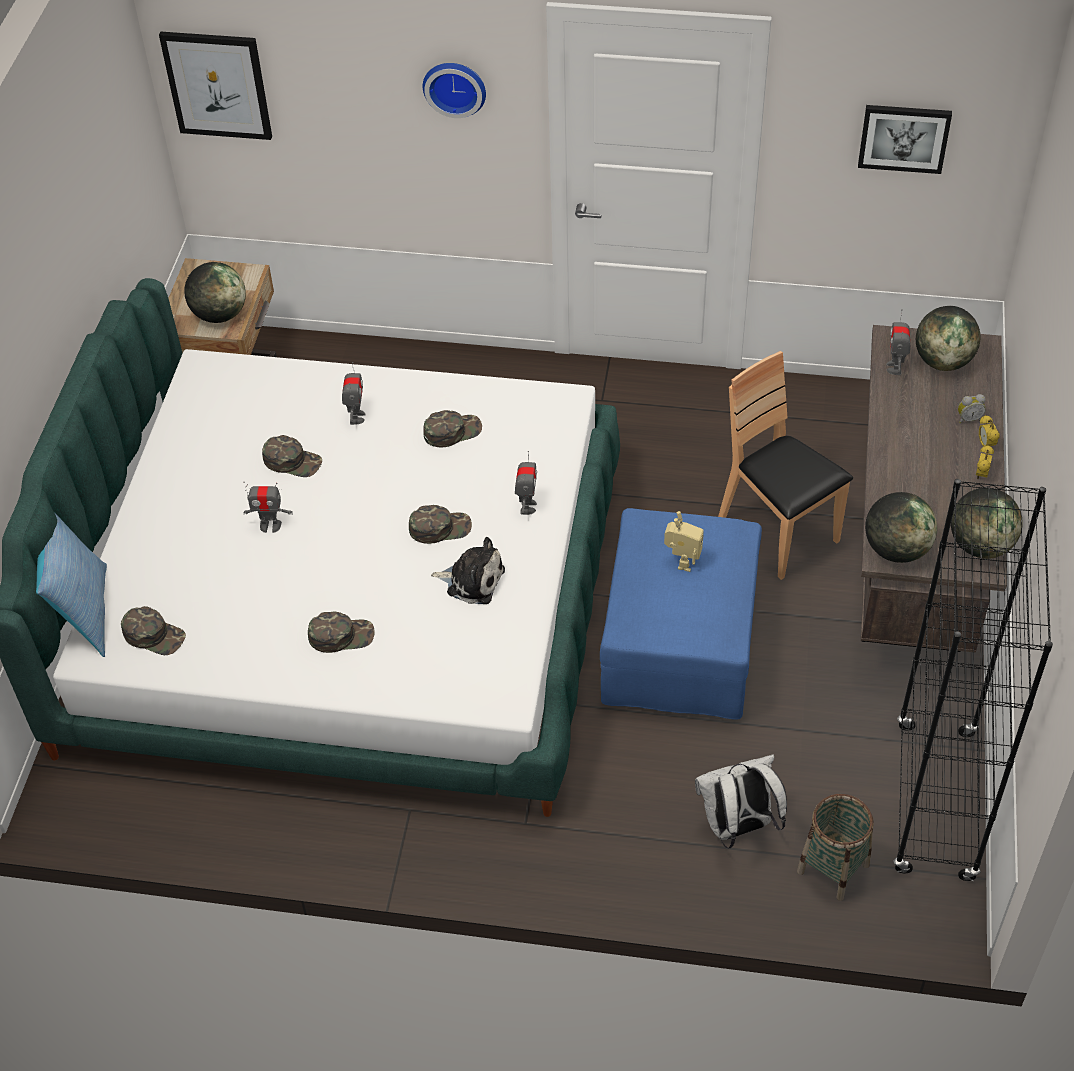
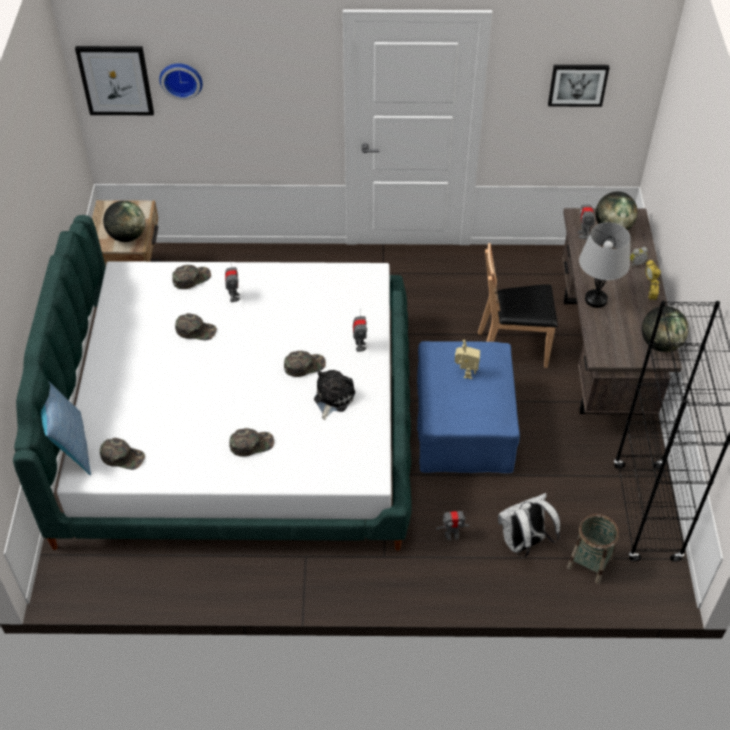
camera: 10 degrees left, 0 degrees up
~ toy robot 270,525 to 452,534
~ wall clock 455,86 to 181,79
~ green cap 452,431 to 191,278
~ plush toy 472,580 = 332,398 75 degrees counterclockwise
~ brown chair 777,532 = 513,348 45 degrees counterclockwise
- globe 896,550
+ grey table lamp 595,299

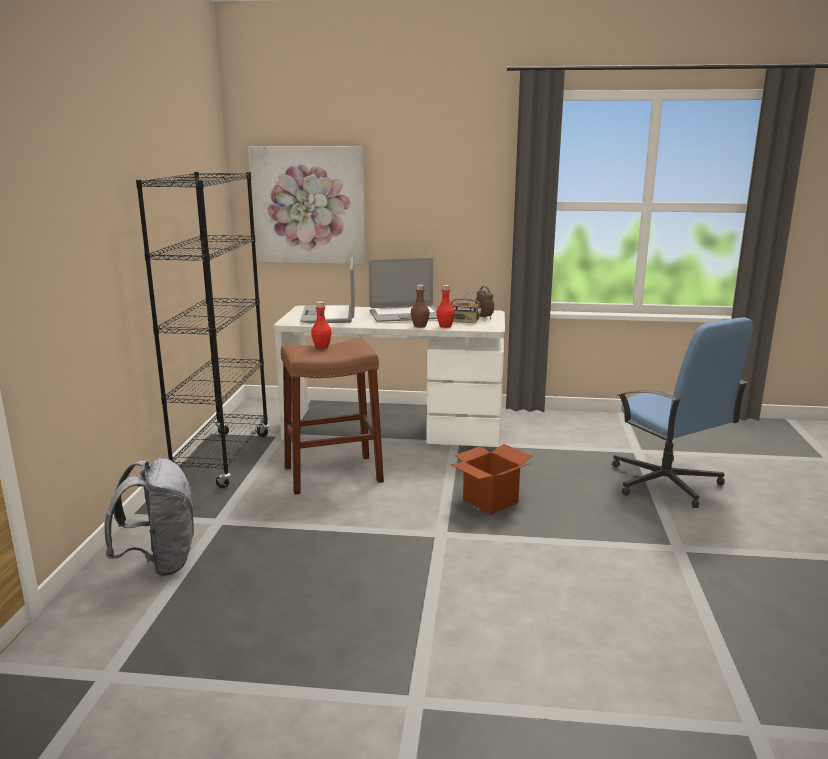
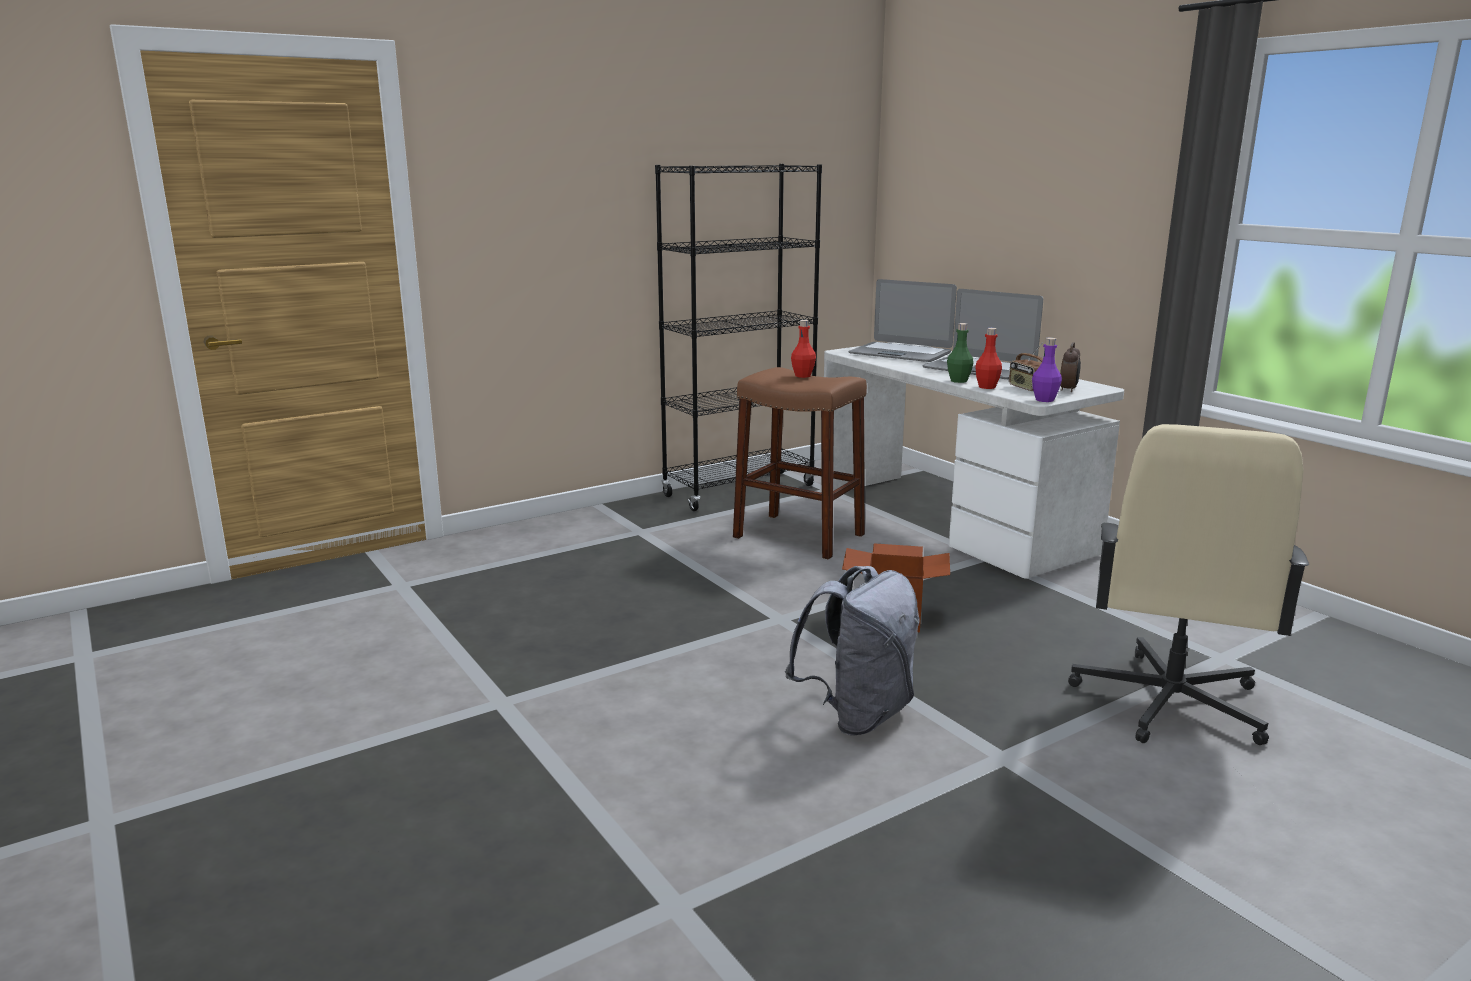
camera: 50 degrees right, 0 degrees up
~ grey backpack 160,563 to 857,715
- picture 308,205
~ laptop 329,315 = 900,354 105 degrees counterclockwise
~ brown bottle 420,326 to green bottle 958,381
~ blue office chair 665,483 to beige office chair 1168,703
+ purple bottle 1044,400

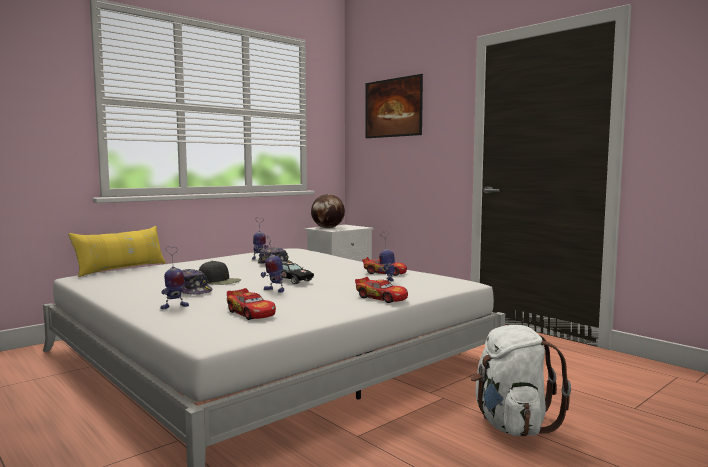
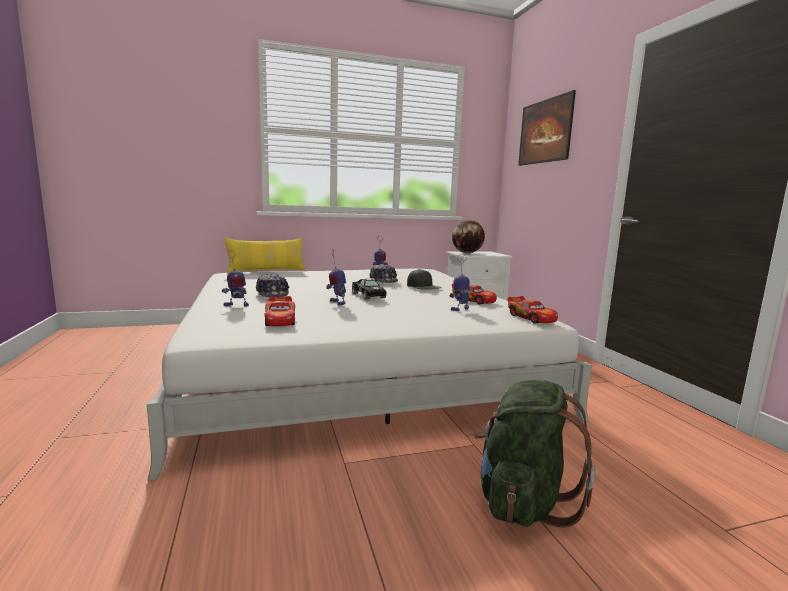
camera: 25 degrees right, 5 degrees up
~ black cap 219,281 to 423,286
~ toy car 381,298 to 531,318
~ white backpack 512,425 to green backpack 522,501

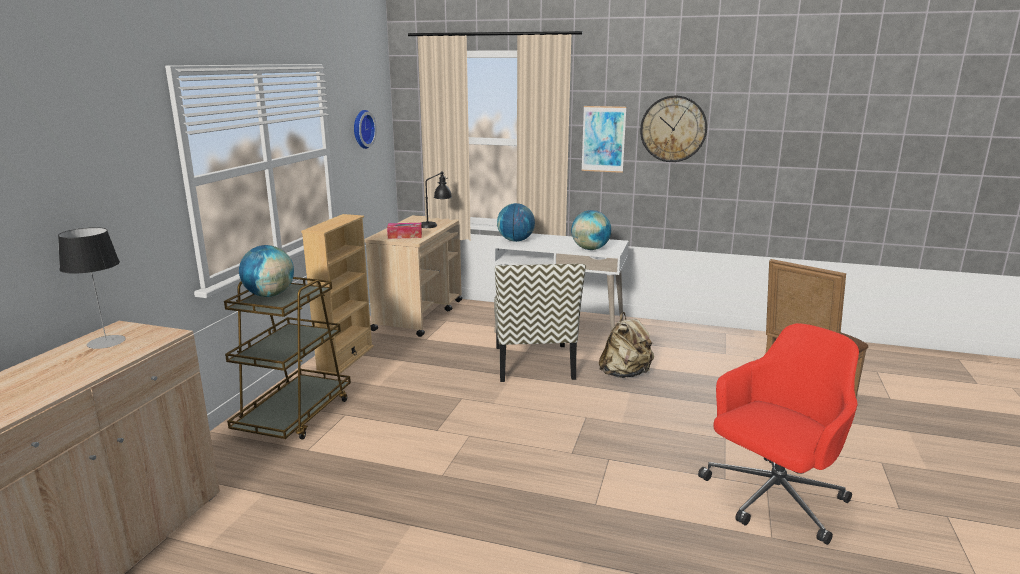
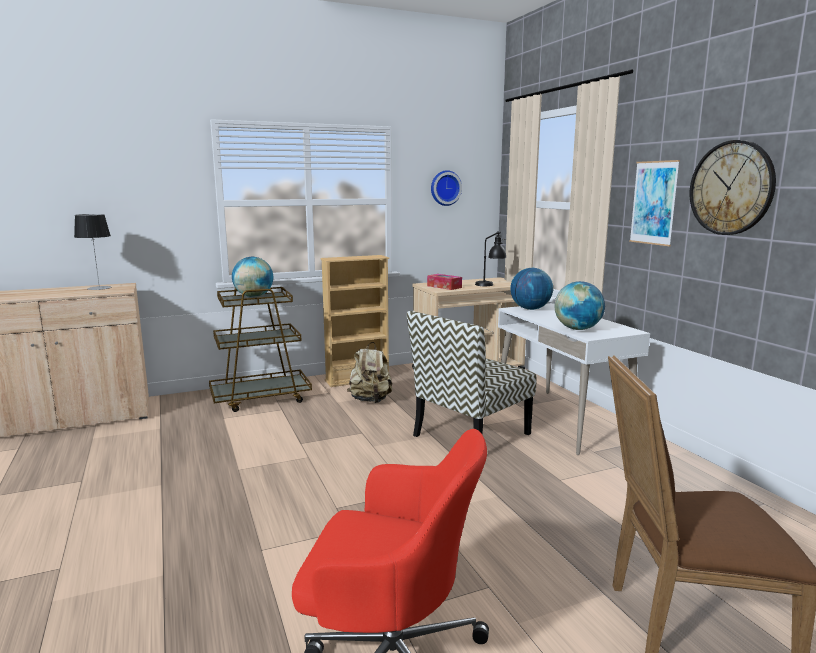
camera: 50 degrees right, 5 degrees down
~ beige backpack 625,374 to 370,400

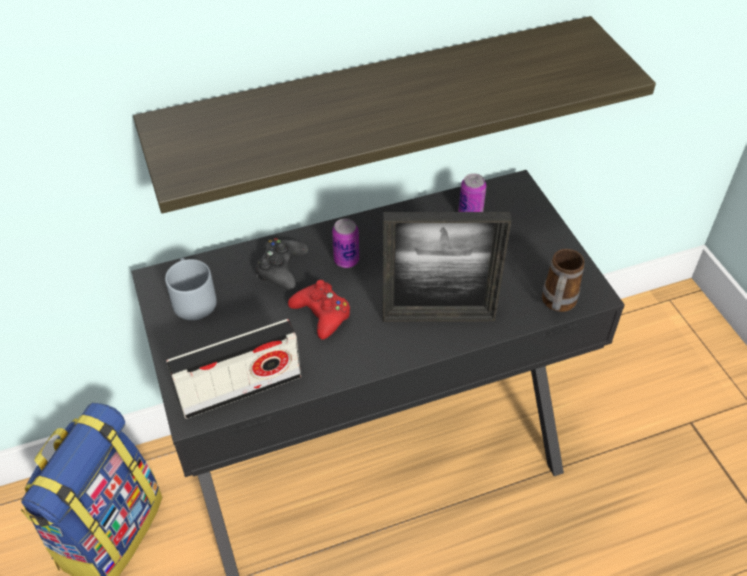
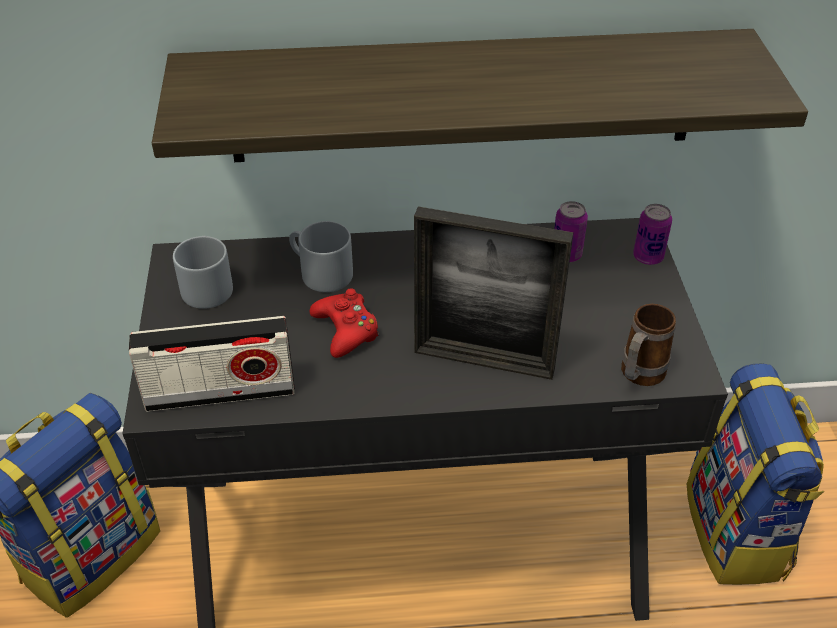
camera: 15 degrees right, 5 degrees down
~ black game controller 281,268 to grey mug 319,272
~ can 346,260 to 648,257
+ backpack 737,532

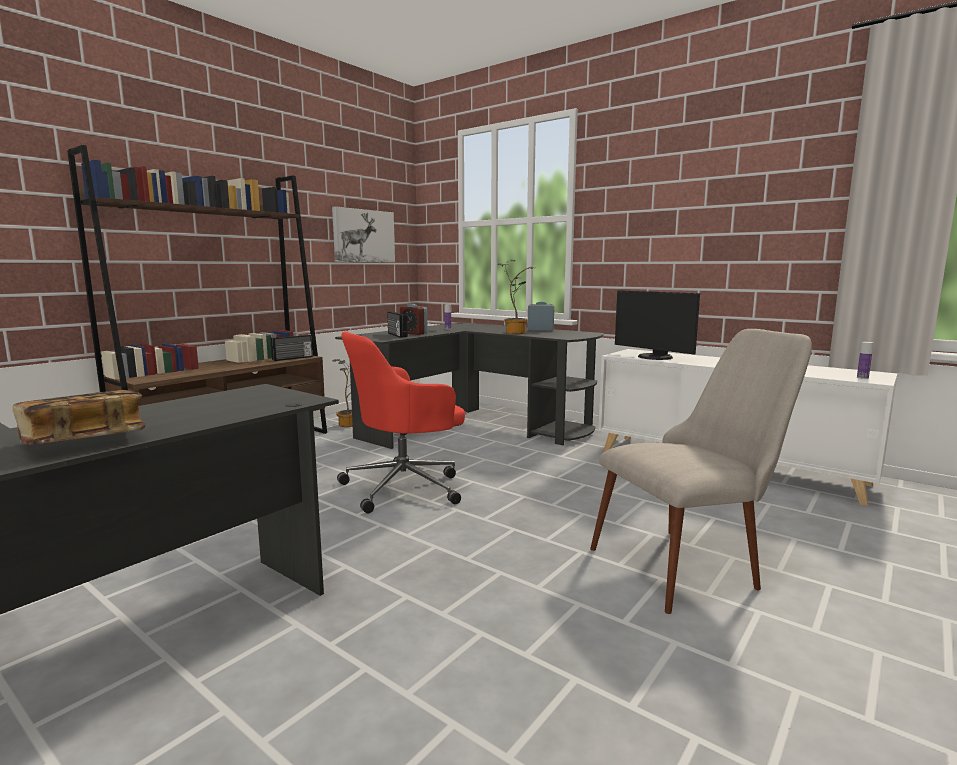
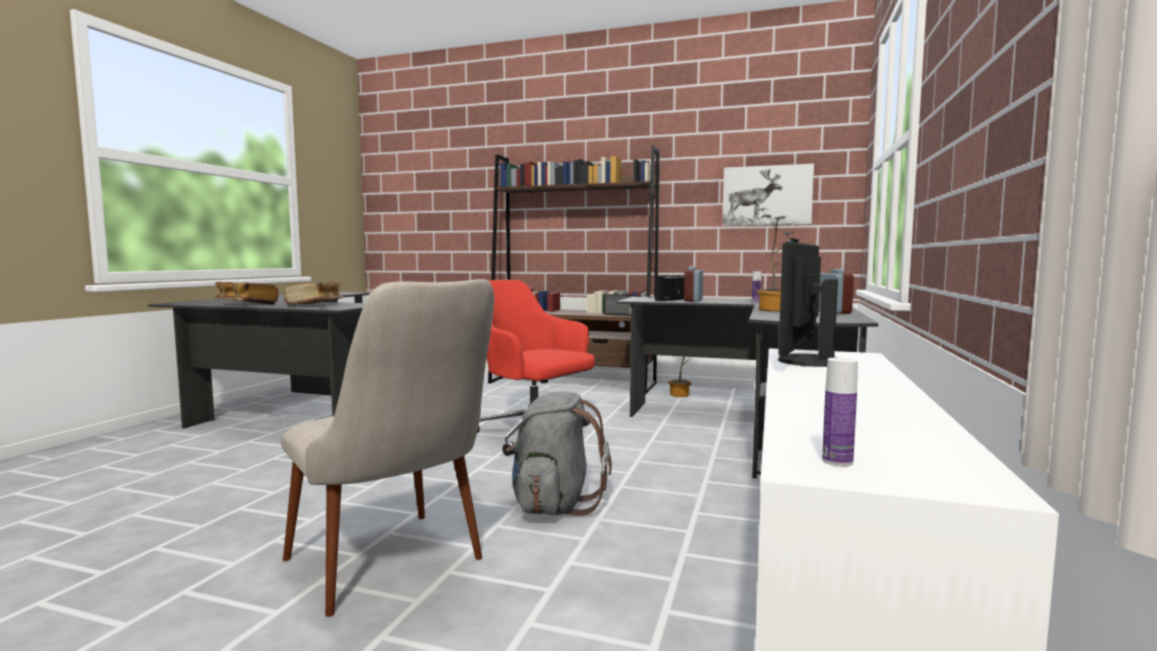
camera: 70 degrees right, 5 degrees down
+ book 315,305
+ grey backpack 554,505

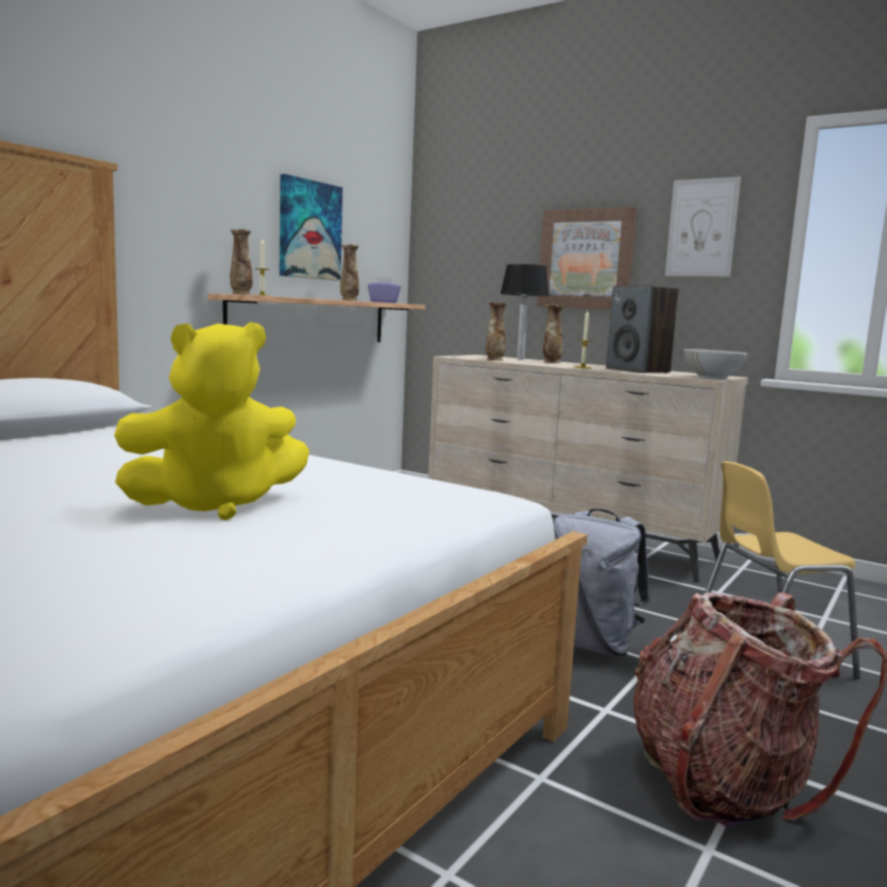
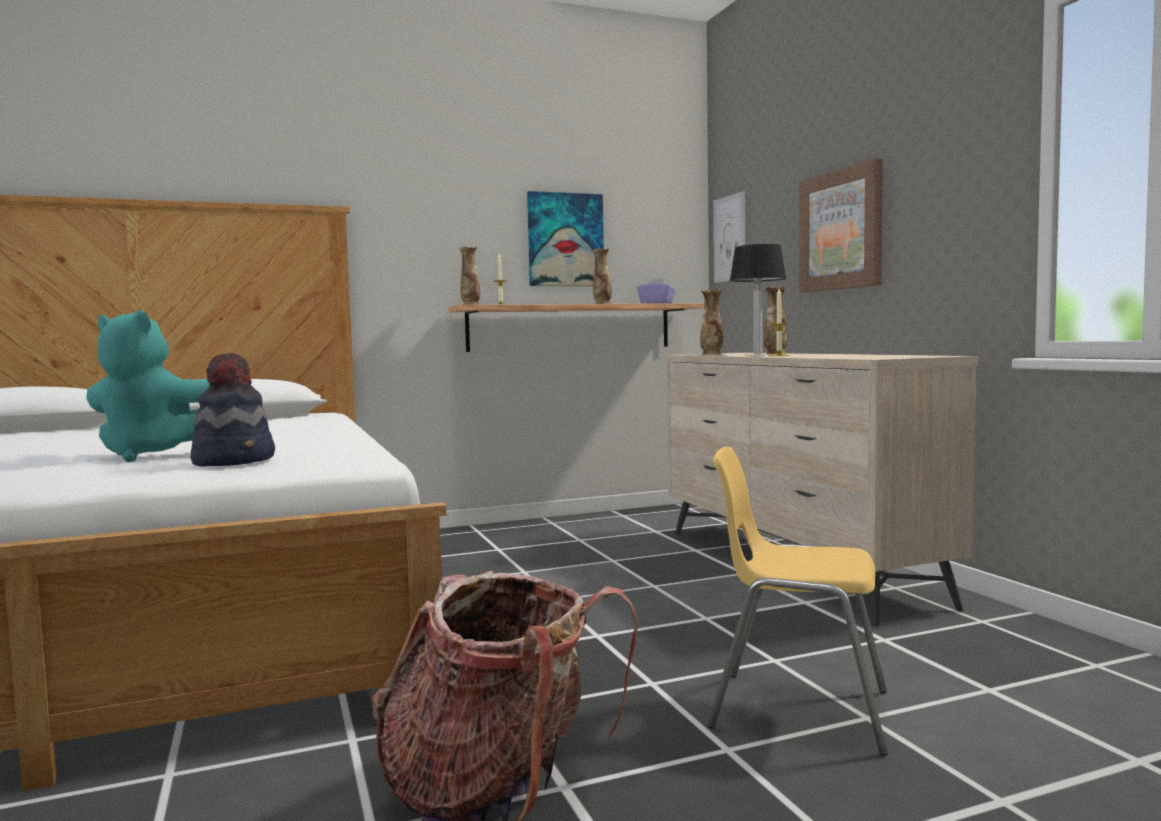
camera: 35 degrees right, 5 degrees down
~ yellow plush toy 216,505 to turquoise plush toy 157,455
- grey backpack 592,644
- speaker 638,370
~ picture 701,228 to 729,238
- white bowl 712,378
+ hat 235,461

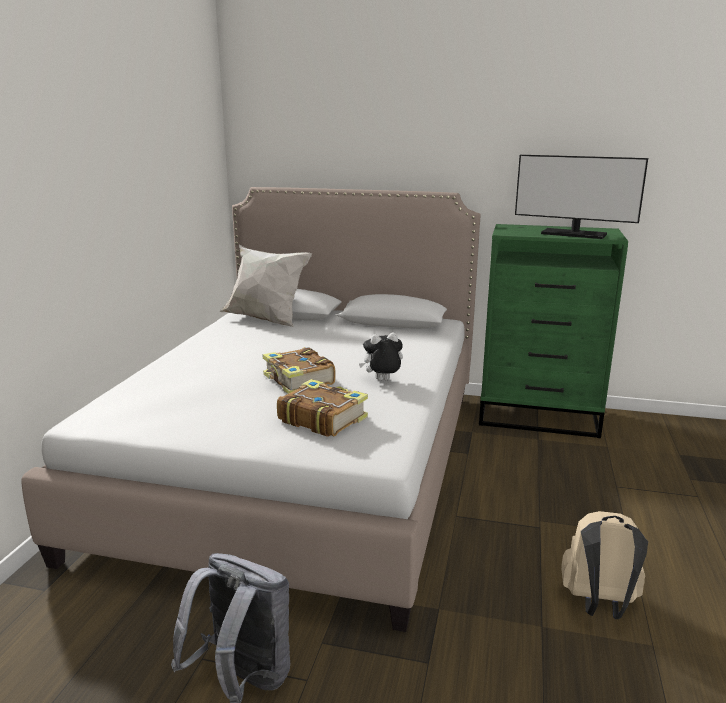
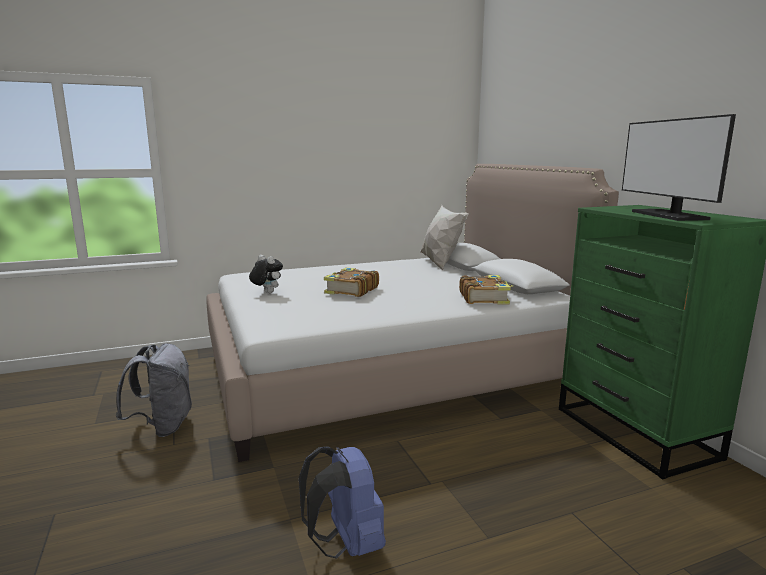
camera: 55 degrees right, 5 degrees down
~ book 322,419 to 484,298
~ plush toy 382,381 to 266,292
~ beige backpack 599,604 to blue backpack 346,544

